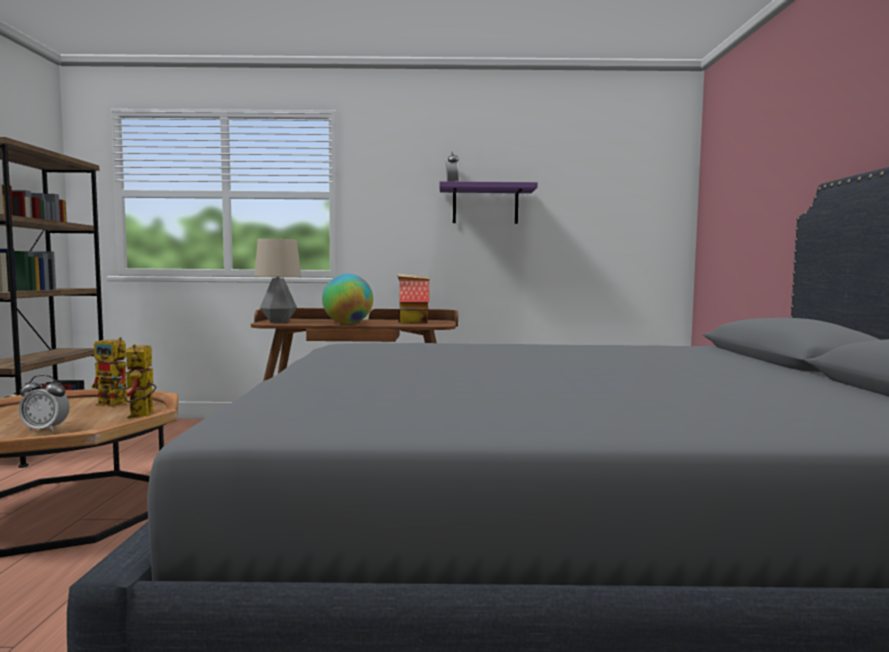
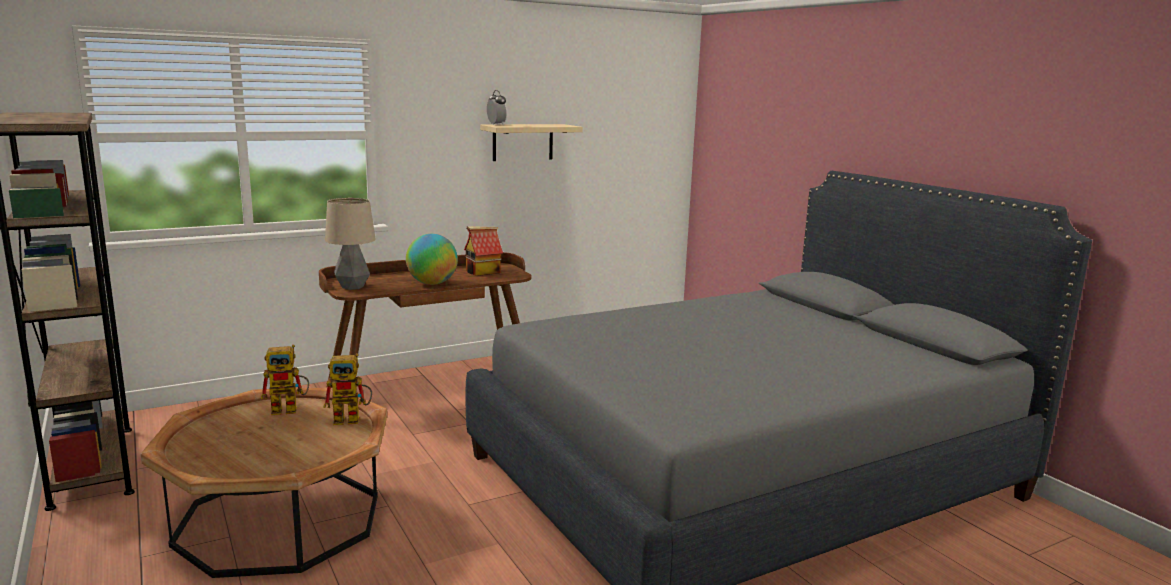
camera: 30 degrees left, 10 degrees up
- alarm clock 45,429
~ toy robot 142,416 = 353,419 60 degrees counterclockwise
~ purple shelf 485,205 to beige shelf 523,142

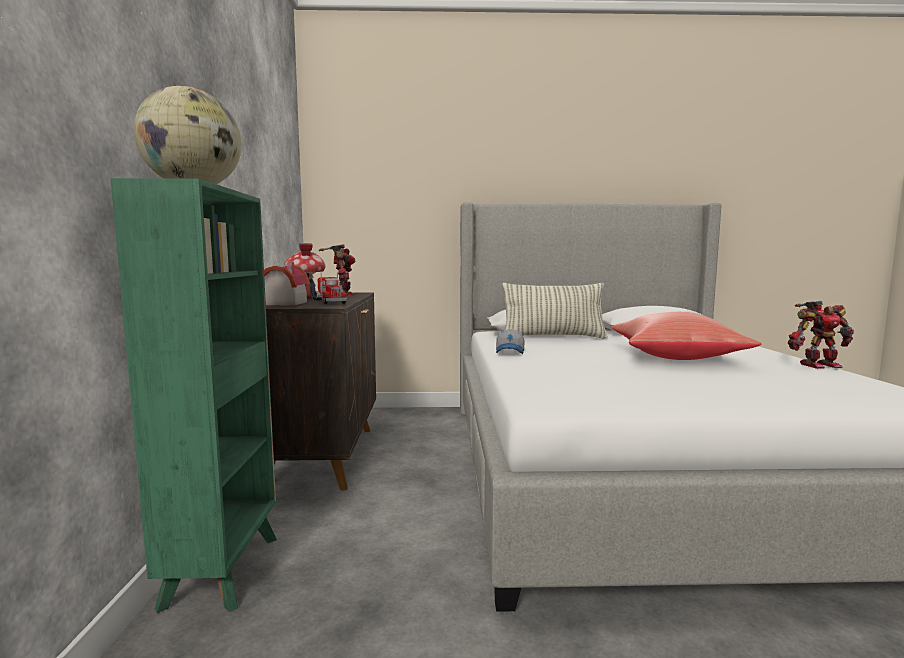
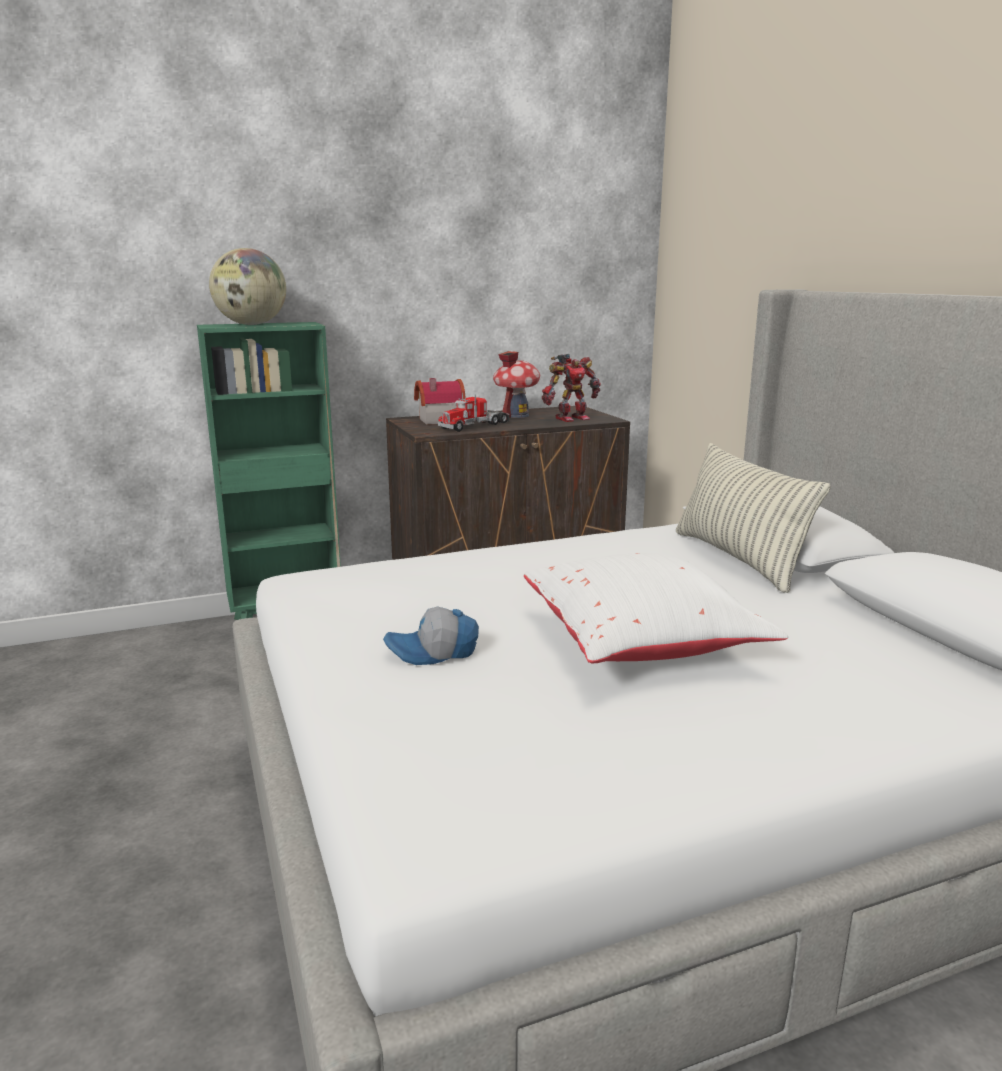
camera: 70 degrees right, 10 degrees up
~ cap 510,352 to 433,653
~ red pillow 675,357 to white pillow 642,644
- toy robot 817,365

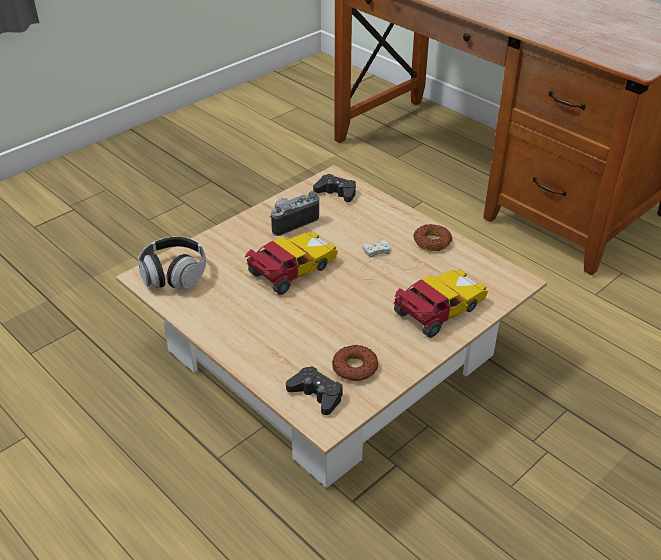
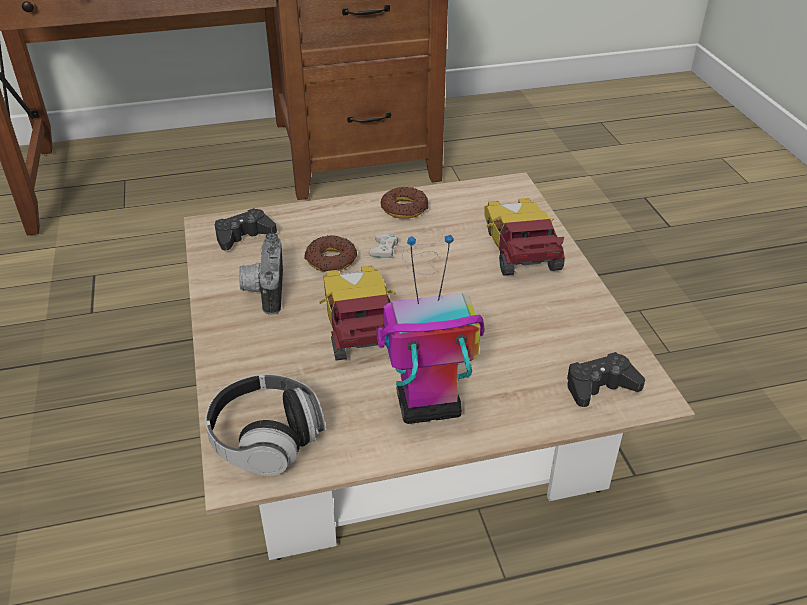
camera: 60 degrees left, 0 degrees up
~ donut 354,367 to 331,260
+ toy robot 426,407

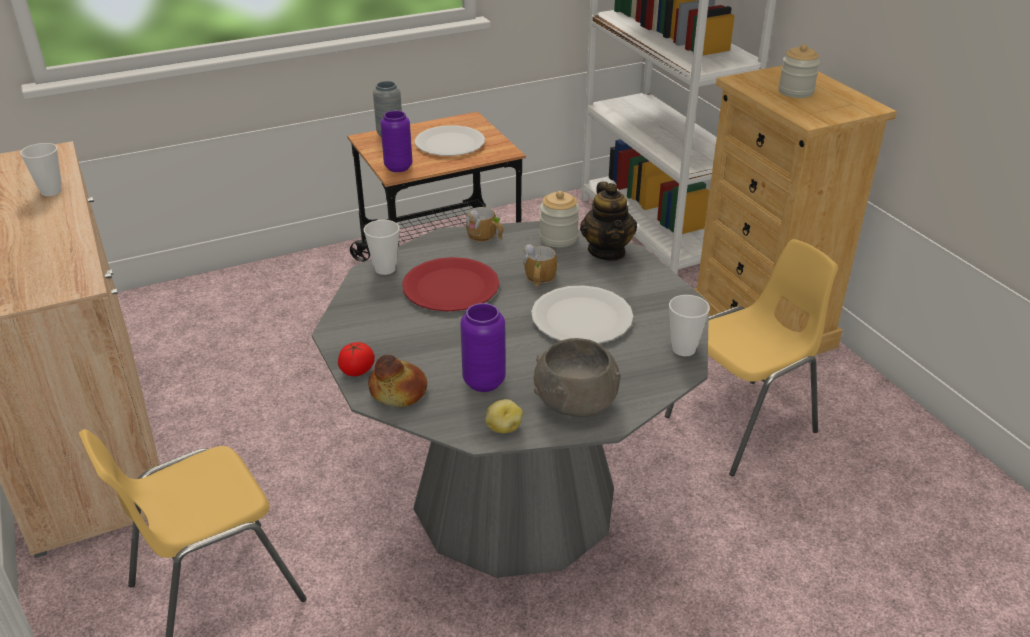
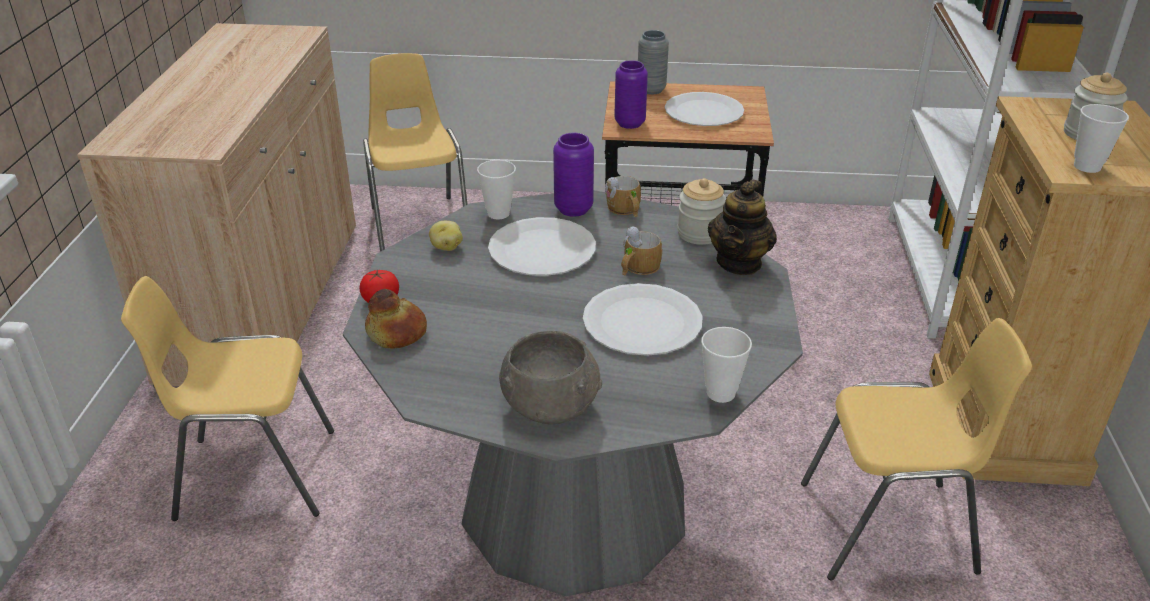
camera: 30 degrees right, 0 degrees up
~ cup 51,191 to 1087,166
~ red plate 451,287 to white plate 542,250
~ purple vase 484,382 to 573,209
~ potato 503,428 to 446,247
+ yellow chair 419,225

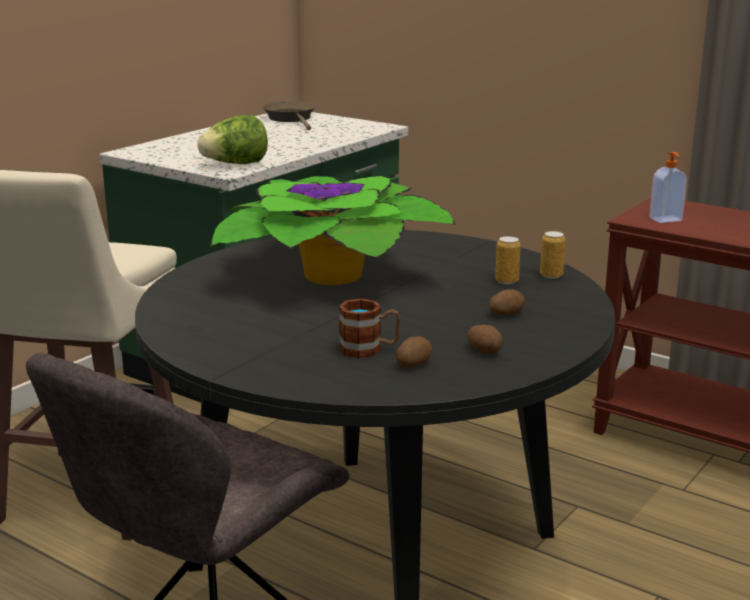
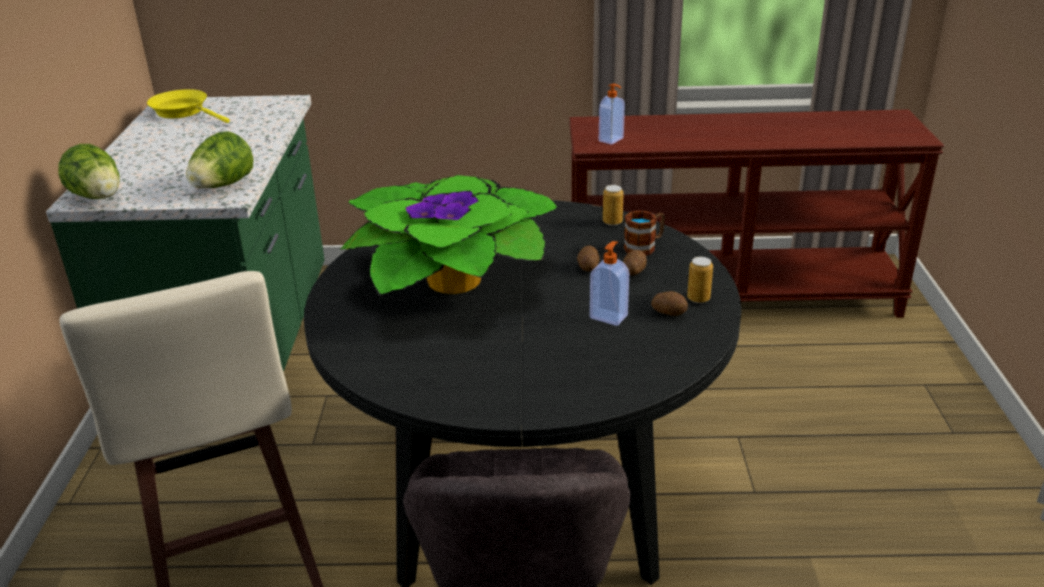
camera: 35 degrees left, 10 degrees up
~ brown frying pan 291,119 to yellow frying pan 184,112
~ mug 369,349 to 644,246
~ potato 413,364 to 588,267
~ can 506,281 to 698,298
+ lettuce 99,197
+ soap dispenser 609,316

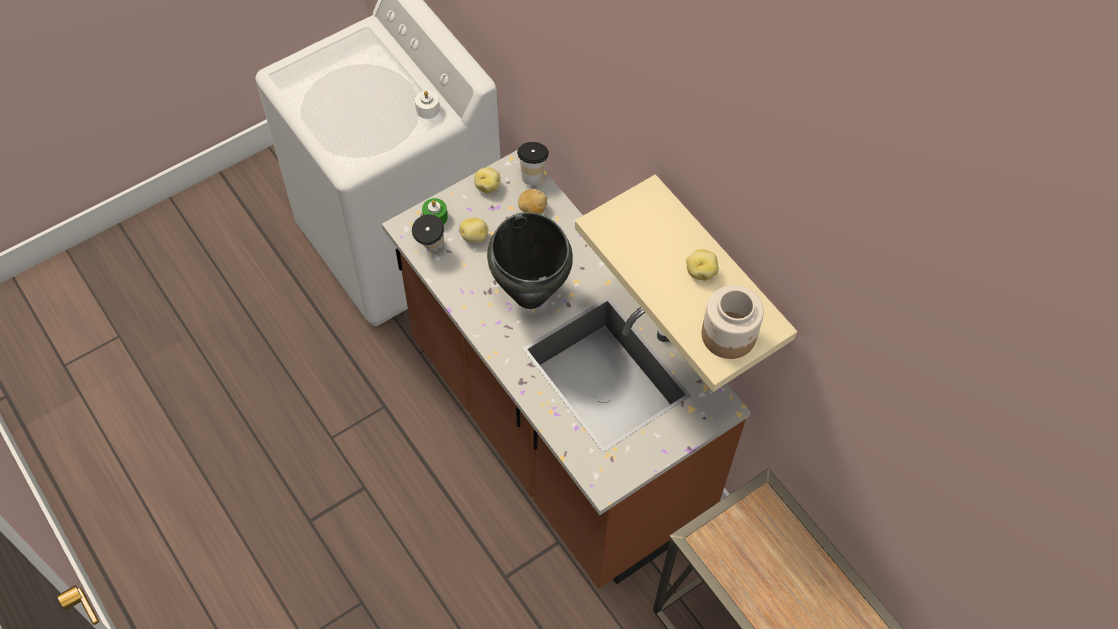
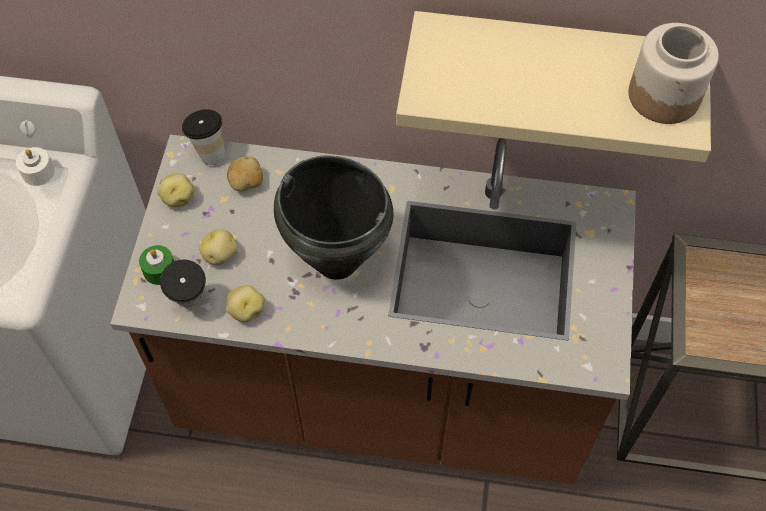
camera: 45 degrees left, 0 degrees up
~ potato 700,271 to 246,310

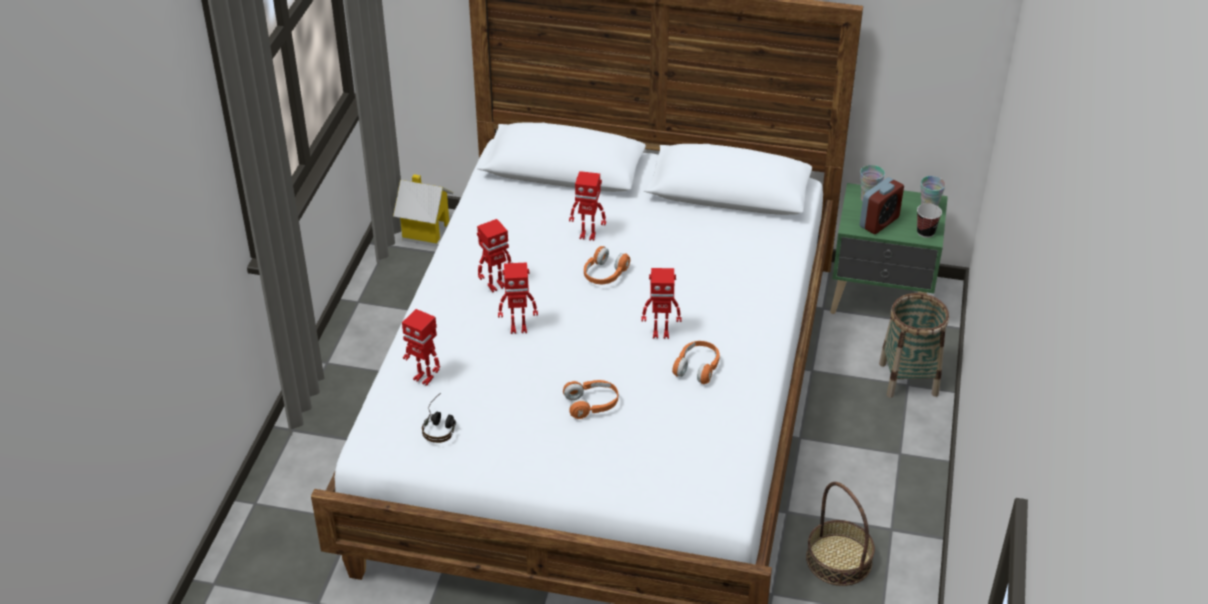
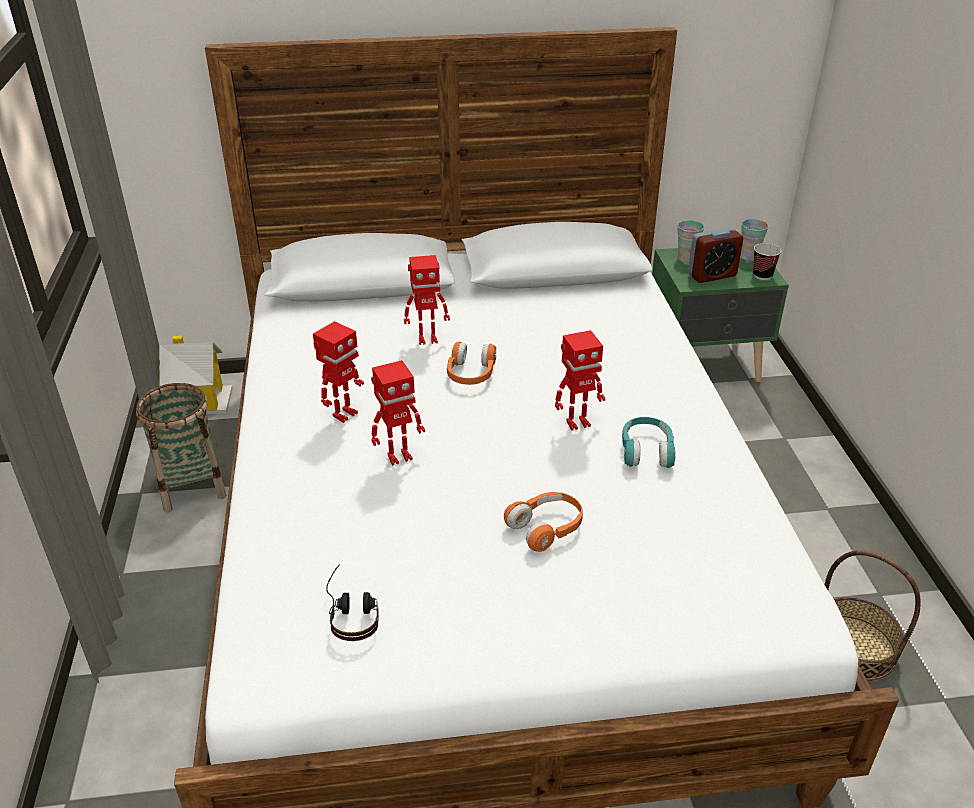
camera: 20 degrees left, 5 degrees down
- toy robot 424,378
~ orange headphones 697,368 to turquoise headphones 646,451
~ alarm clock 879,222 = 712,275 45 degrees clockwise
~ basket 908,379 to 191,486

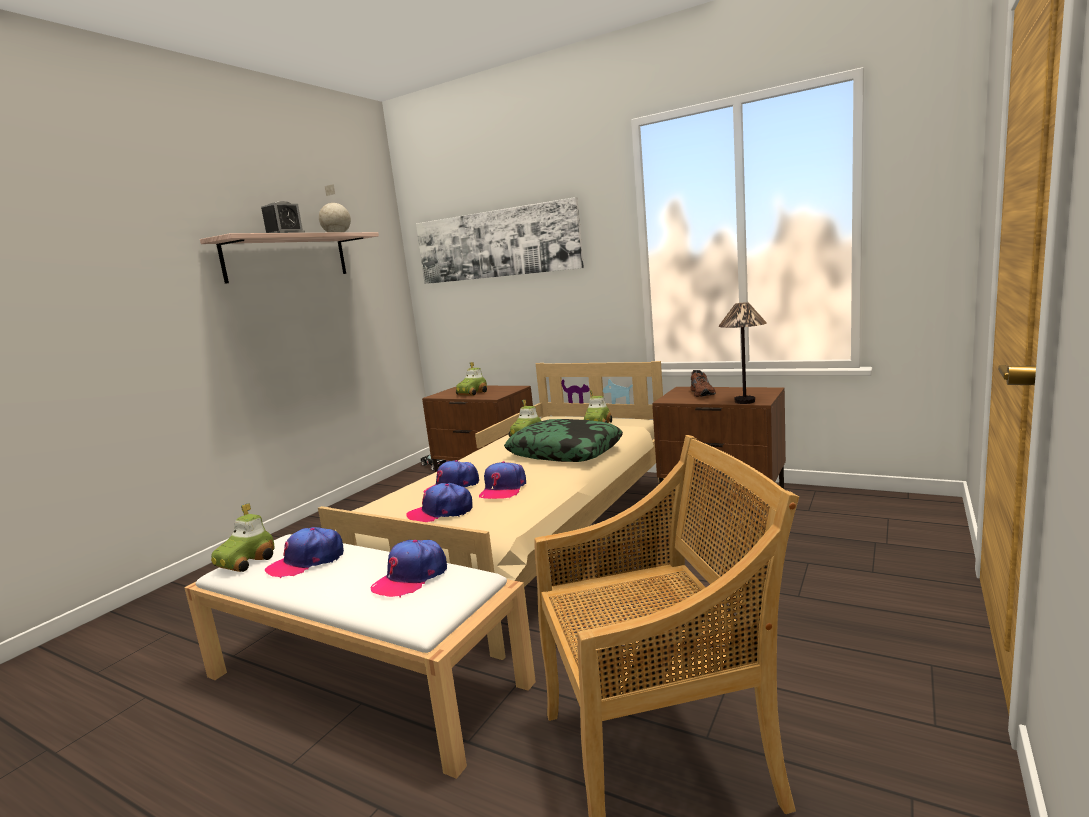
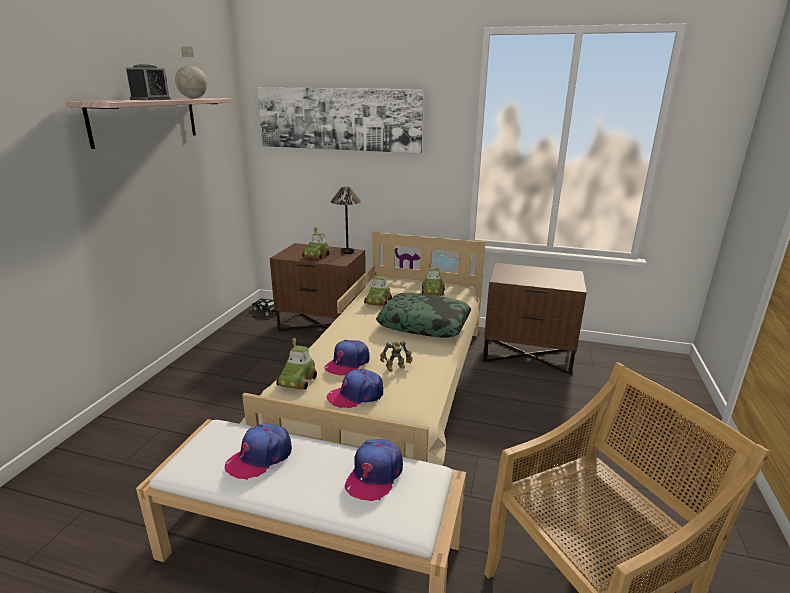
camera: 15 degrees left, 10 degrees up
~ toy car 246,562 to 298,381
~ cap 503,489 to toy robot 396,367
- brown shoe 703,393
~ table lamp 744,401 to 347,252

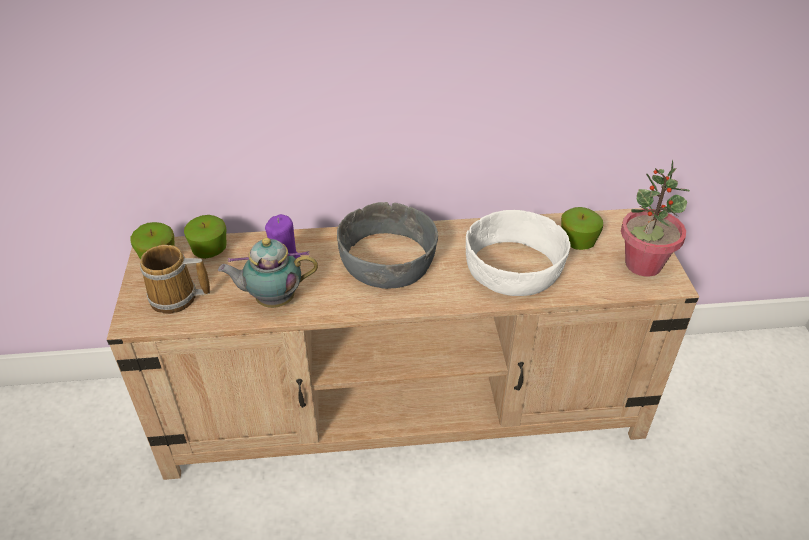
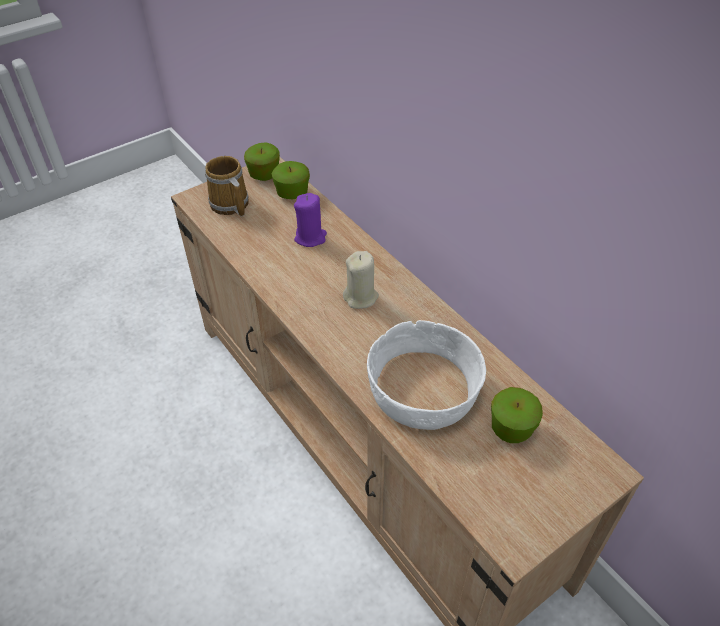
camera: 60 degrees right, 5 degrees up
- teapot 272,300
~ grey bowl 388,261 to beige candle 361,297
- potted plant 642,264

